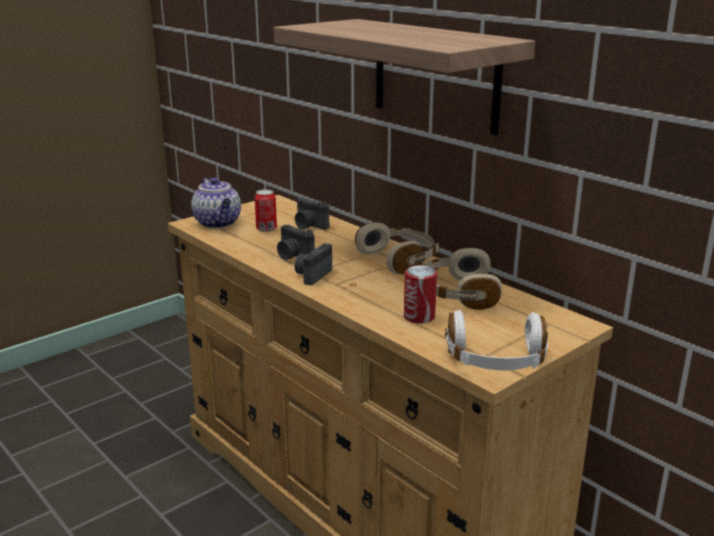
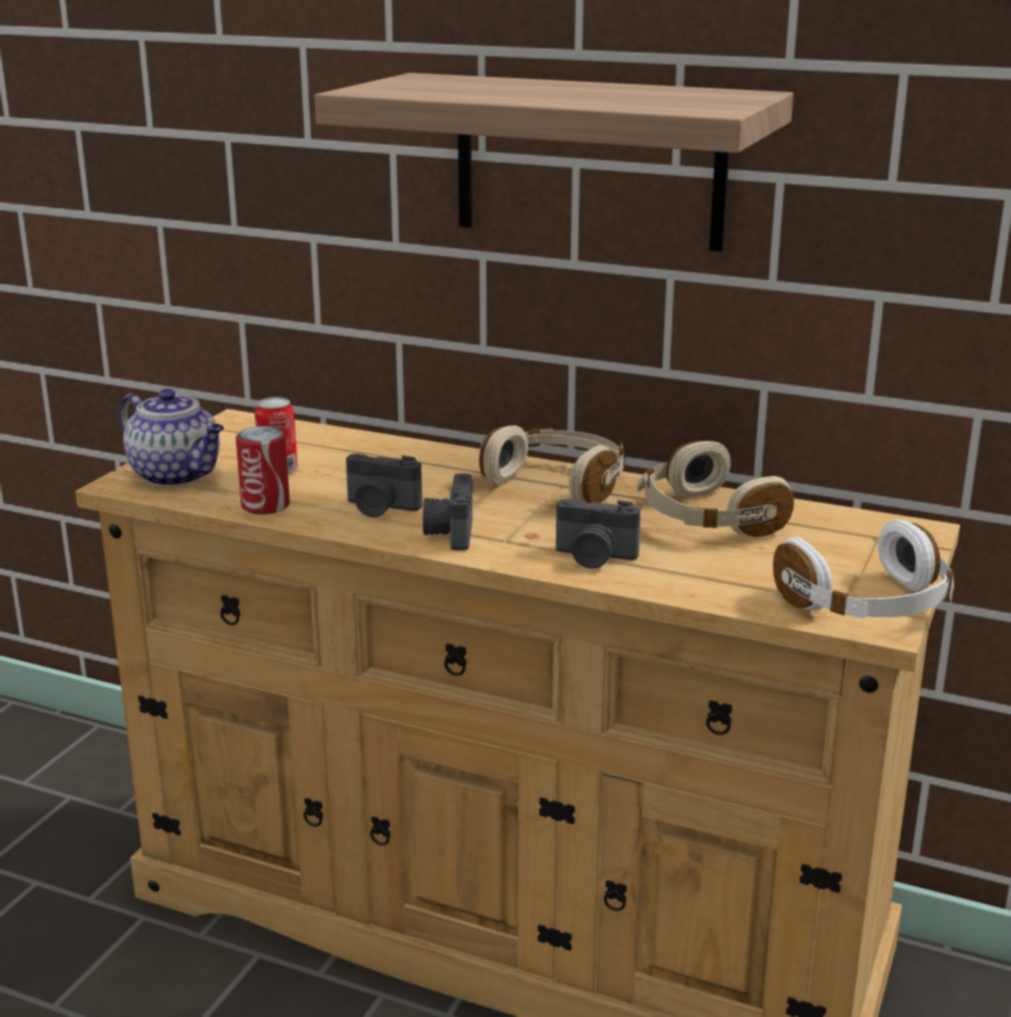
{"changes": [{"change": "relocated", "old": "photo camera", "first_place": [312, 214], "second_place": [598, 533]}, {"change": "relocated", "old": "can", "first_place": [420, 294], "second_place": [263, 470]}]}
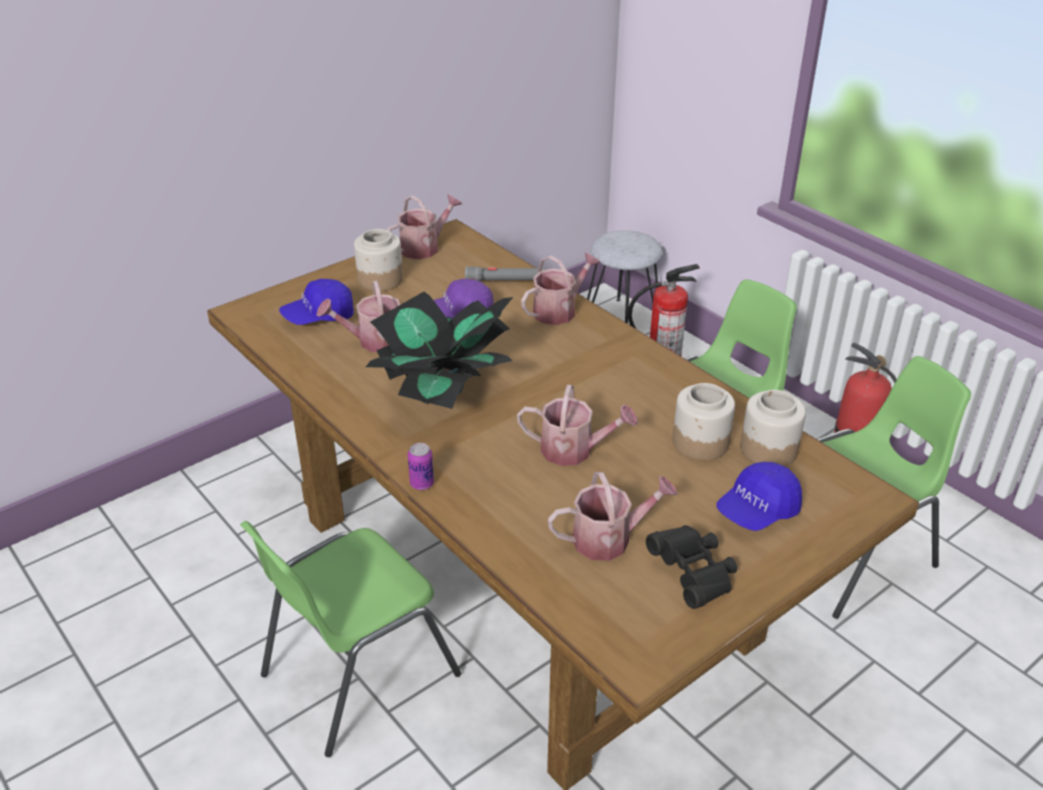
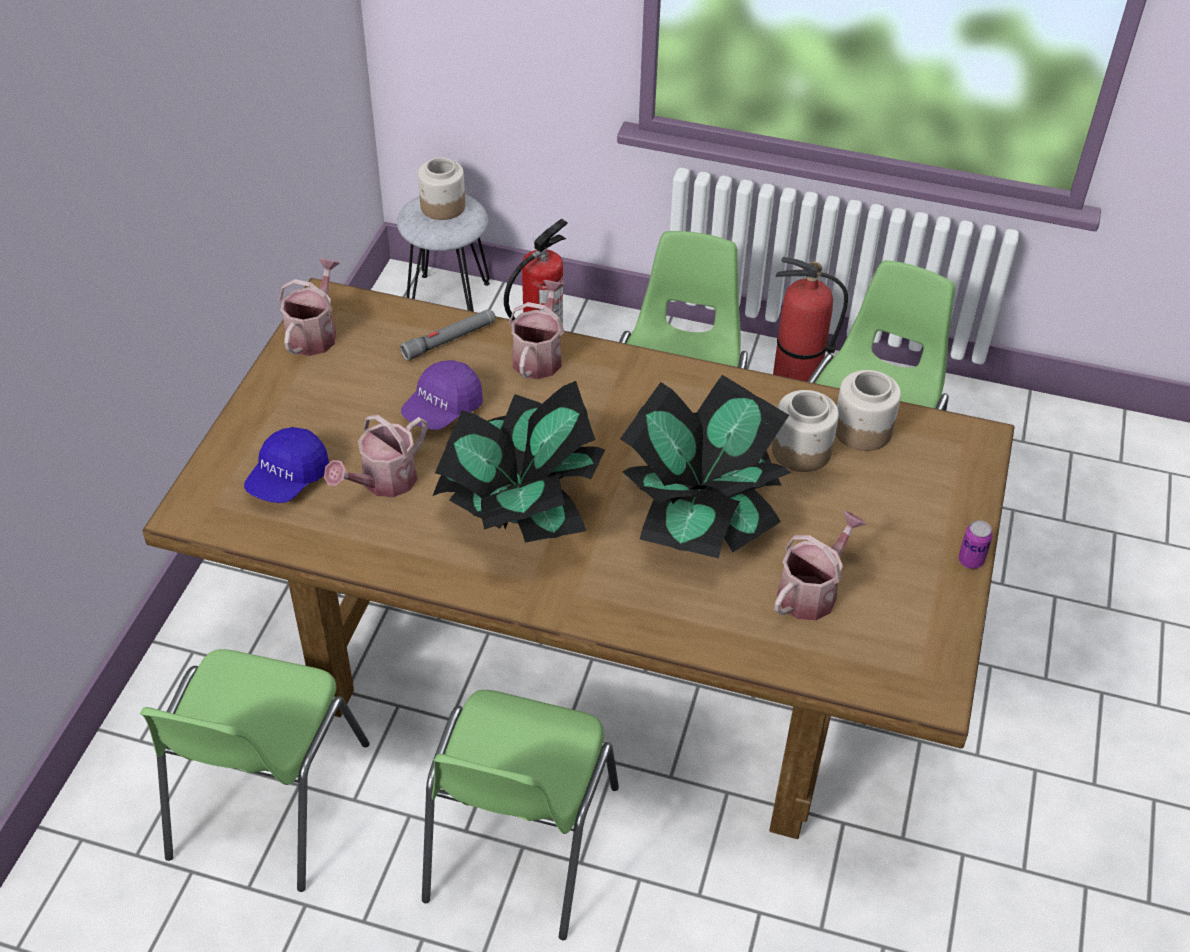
{"changes": [{"change": "missing", "old": "black binoculars", "first_place": [691, 567]}, {"change": "missing", "old": "blue cap", "first_place": [759, 496]}, {"change": "appeared", "new": "green chair", "second_place": [255, 770]}, {"change": "relocated", "old": "jar", "first_place": [378, 260], "second_place": [441, 188]}, {"change": "relocated", "old": "can", "first_place": [421, 466], "second_place": [975, 544]}, {"change": "exchanged", "old": "watering can", "new": "potted plant", "first_place": [577, 425], "second_place": [705, 466]}]}
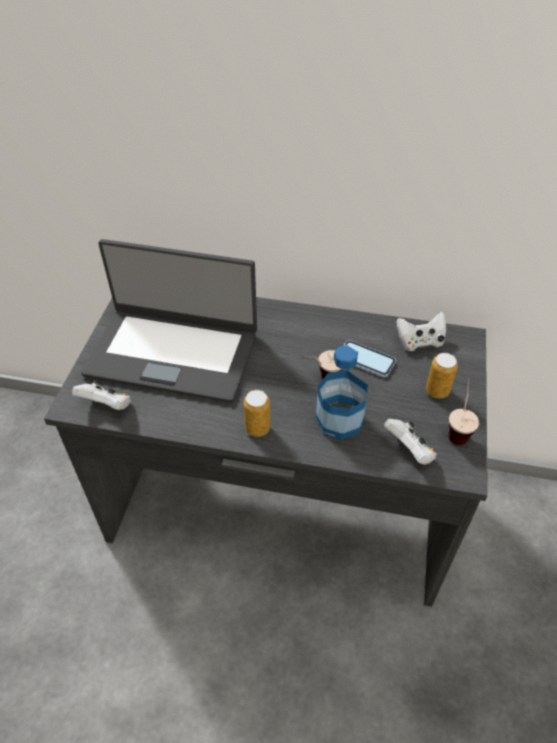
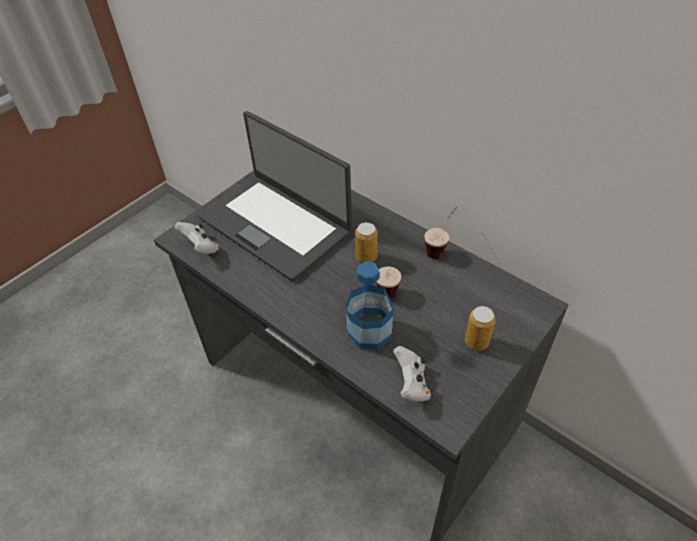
{"changes": [{"change": "missing", "old": "phone", "first_place": [369, 358]}, {"change": "missing", "old": "white game controller", "first_place": [421, 331]}, {"change": "relocated", "old": "can", "first_place": [256, 413], "second_place": [366, 242]}, {"change": "relocated", "old": "cup", "first_place": [463, 411], "second_place": [440, 232]}]}
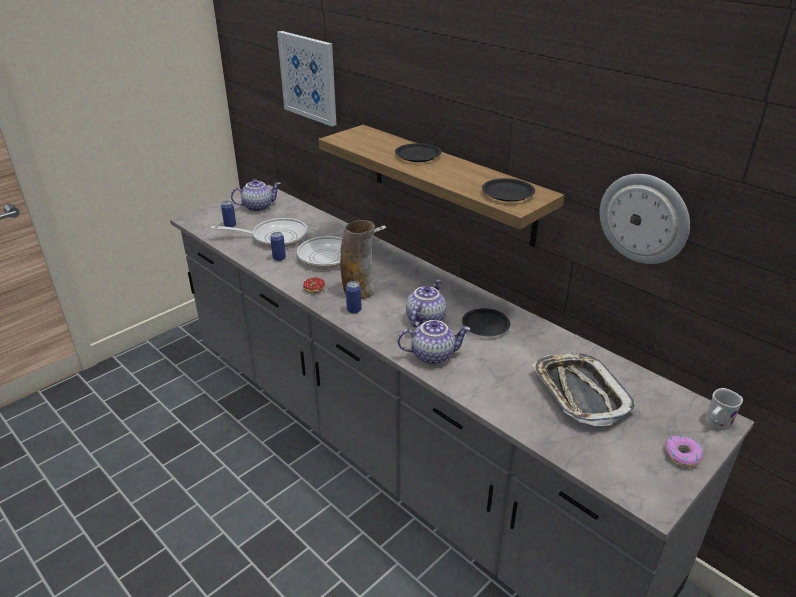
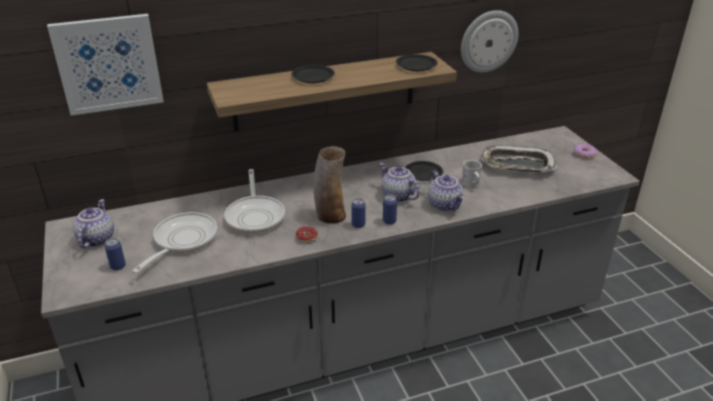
{"changes": [{"change": "relocated", "old": "can", "first_place": [278, 246], "second_place": [390, 209]}, {"change": "relocated", "old": "white mug", "first_place": [724, 409], "second_place": [472, 174]}, {"change": "spun", "old": "teapot", "first_place": [433, 342], "second_place": [446, 190], "degrees": 135}]}
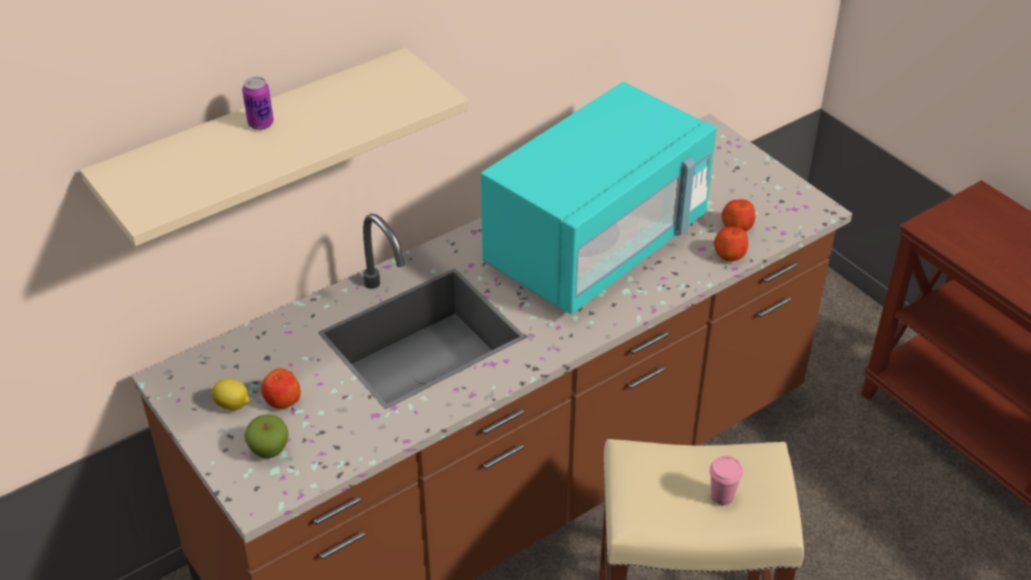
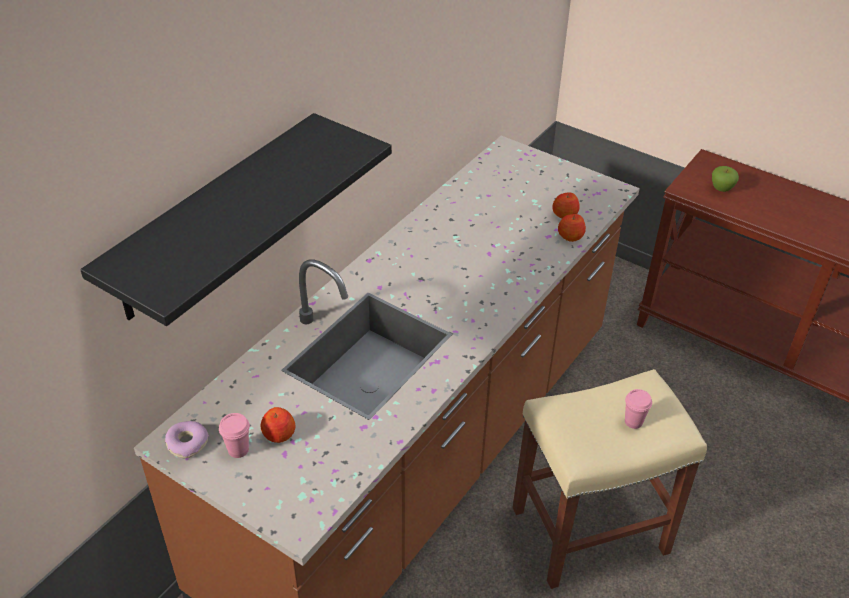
{"changes": [{"change": "missing", "old": "can", "first_place": [258, 103]}, {"change": "missing", "old": "turquoise microwave", "first_place": [599, 198]}, {"change": "appeared", "new": "donut", "second_place": [187, 439]}, {"change": "relocated", "old": "apple", "first_place": [266, 436], "second_place": [725, 179]}, {"change": "exchanged", "old": "lemon", "new": "pink cup", "first_place": [231, 394], "second_place": [234, 435]}, {"change": "colour", "old": "beige shelf", "new": "black shelf", "first_place": [274, 147], "second_place": [236, 219]}]}
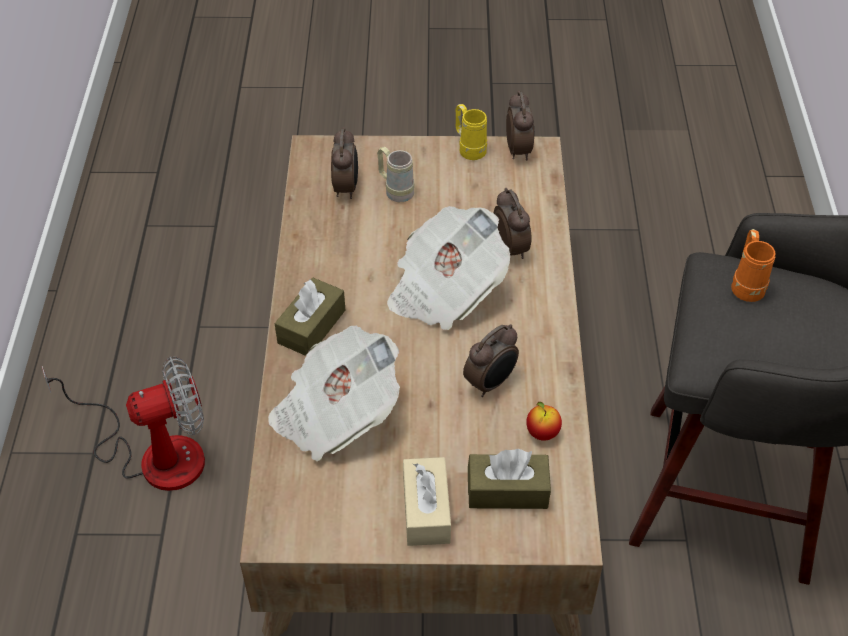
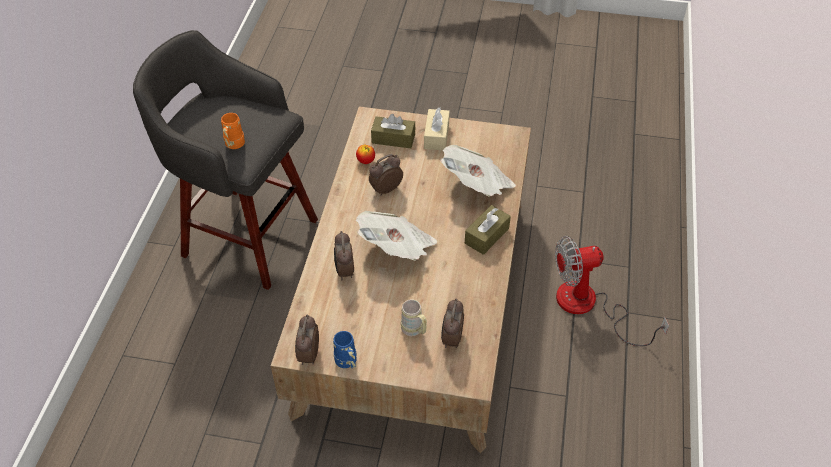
{"changes": [{"change": "colour", "old": "yellow mug", "new": "blue mug", "first_place": [471, 132], "second_place": [345, 349]}]}
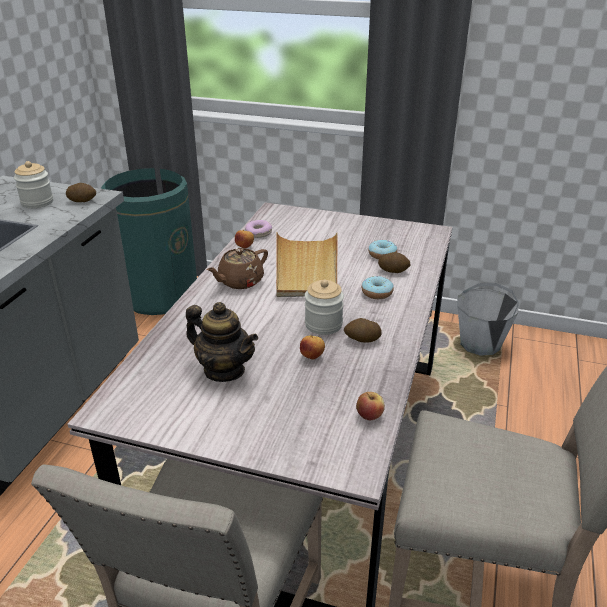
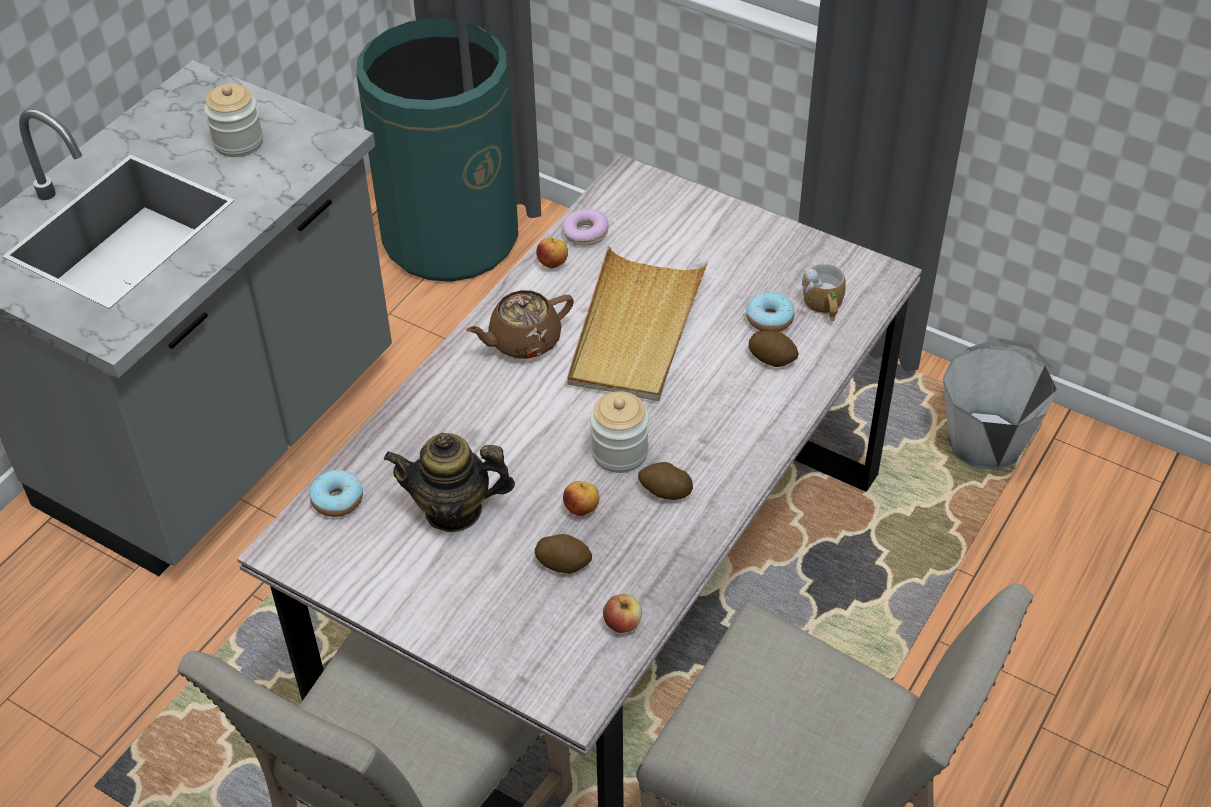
{"changes": [{"change": "appeared", "new": "mug", "second_place": [824, 292]}, {"change": "relocated", "old": "potato", "first_place": [81, 192], "second_place": [563, 554]}, {"change": "relocated", "old": "donut", "first_place": [378, 287], "second_place": [336, 493]}, {"change": "spun", "old": "teapot", "first_place": [222, 342], "second_place": [449, 482], "degrees": 135}]}
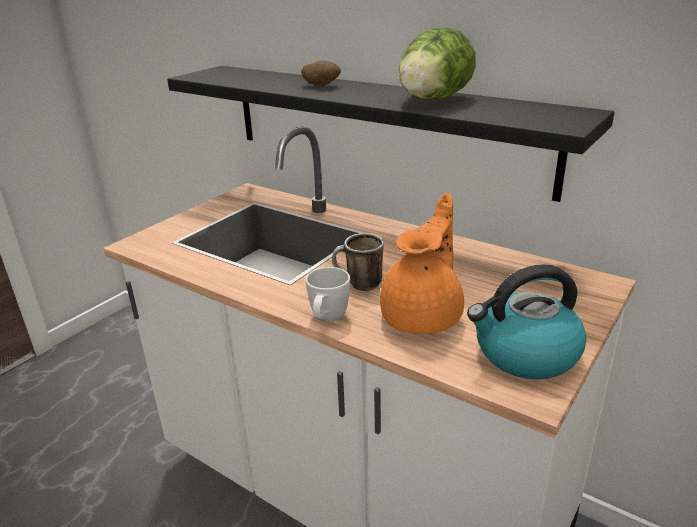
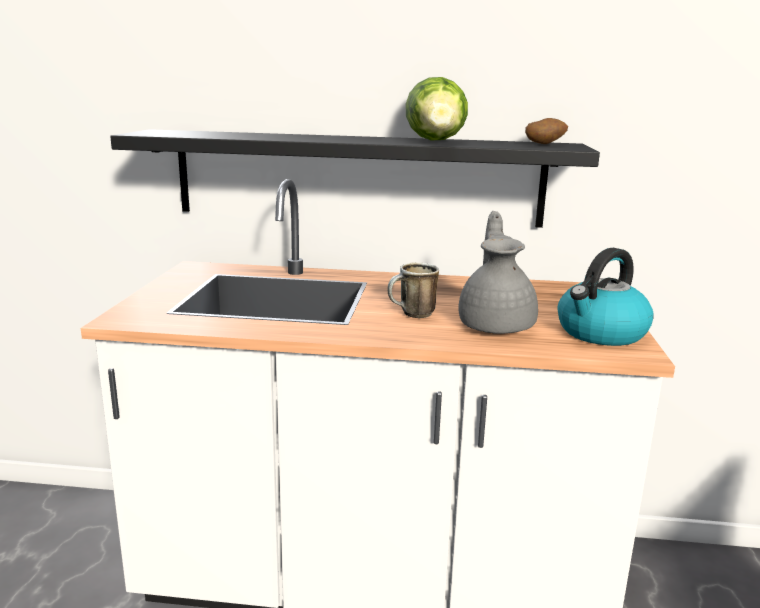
{"changes": [{"change": "missing", "old": "white mug", "first_place": [327, 294]}, {"change": "relocated", "old": "potato", "first_place": [321, 73], "second_place": [546, 131]}, {"change": "colour", "old": "orange teapot", "new": "grey teapot", "first_place": [422, 263], "second_place": [498, 272]}]}
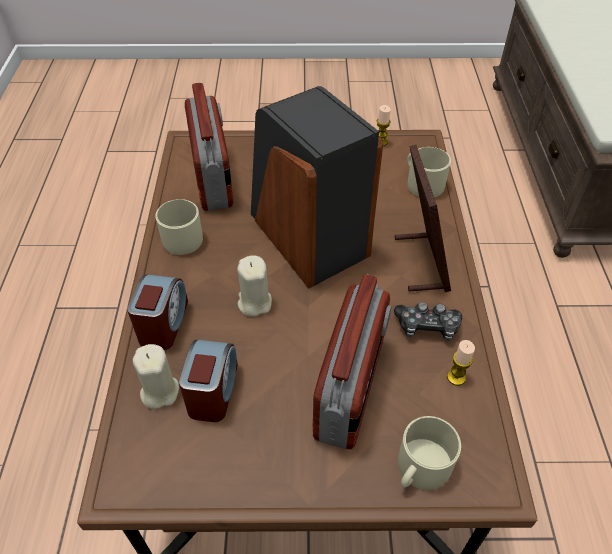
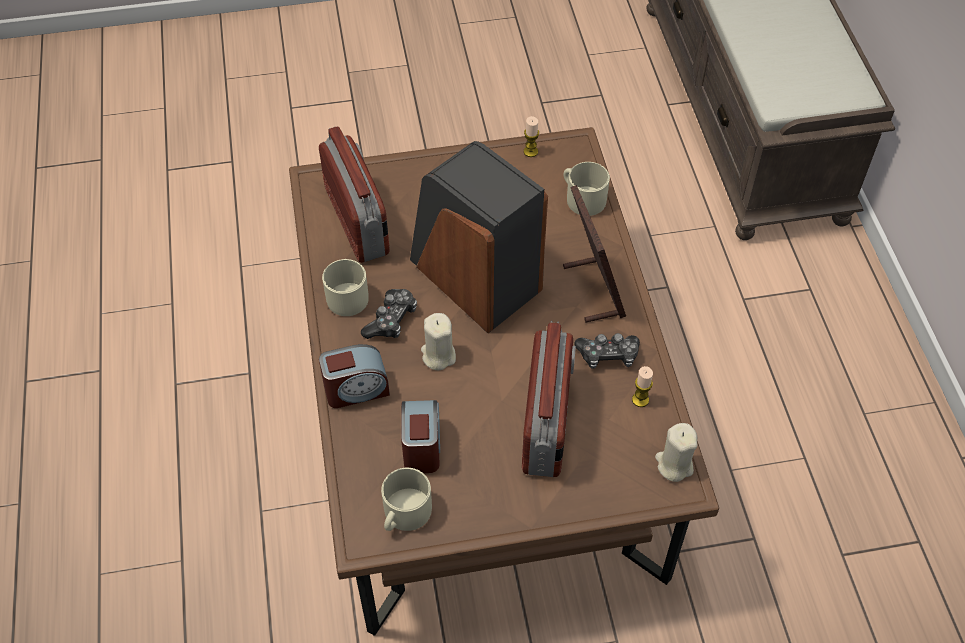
{"changes": [{"change": "appeared", "new": "game controller", "second_place": [389, 314]}, {"change": "relocated", "old": "beige candle", "first_place": [156, 376], "second_place": [676, 452]}, {"change": "relocated", "old": "beige mug", "first_place": [429, 453], "second_place": [406, 499]}, {"change": "spun", "old": "alarm clock", "first_place": [157, 312], "second_place": [354, 376], "degrees": 75}]}
